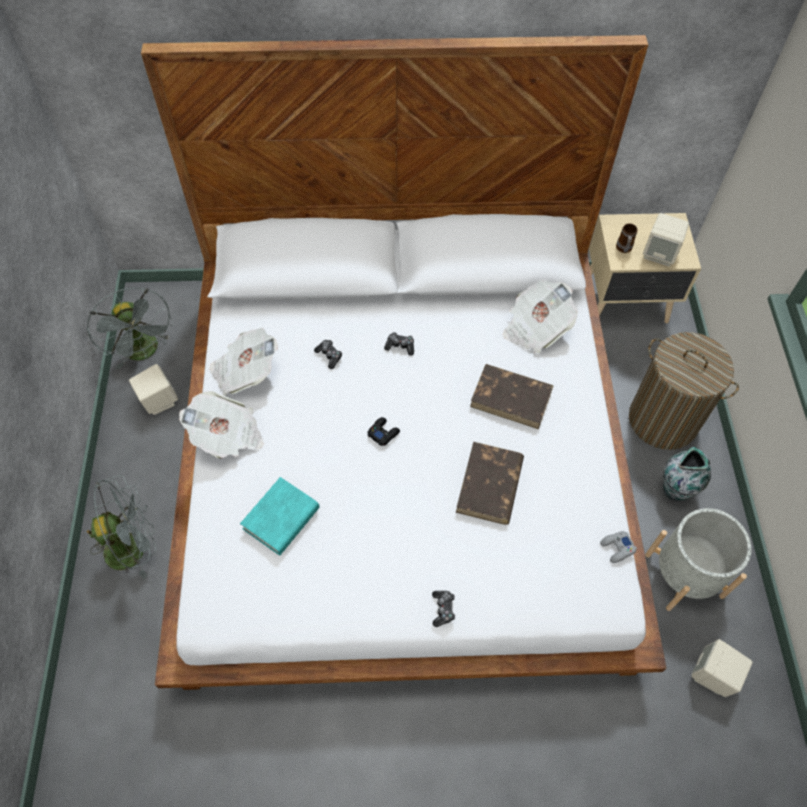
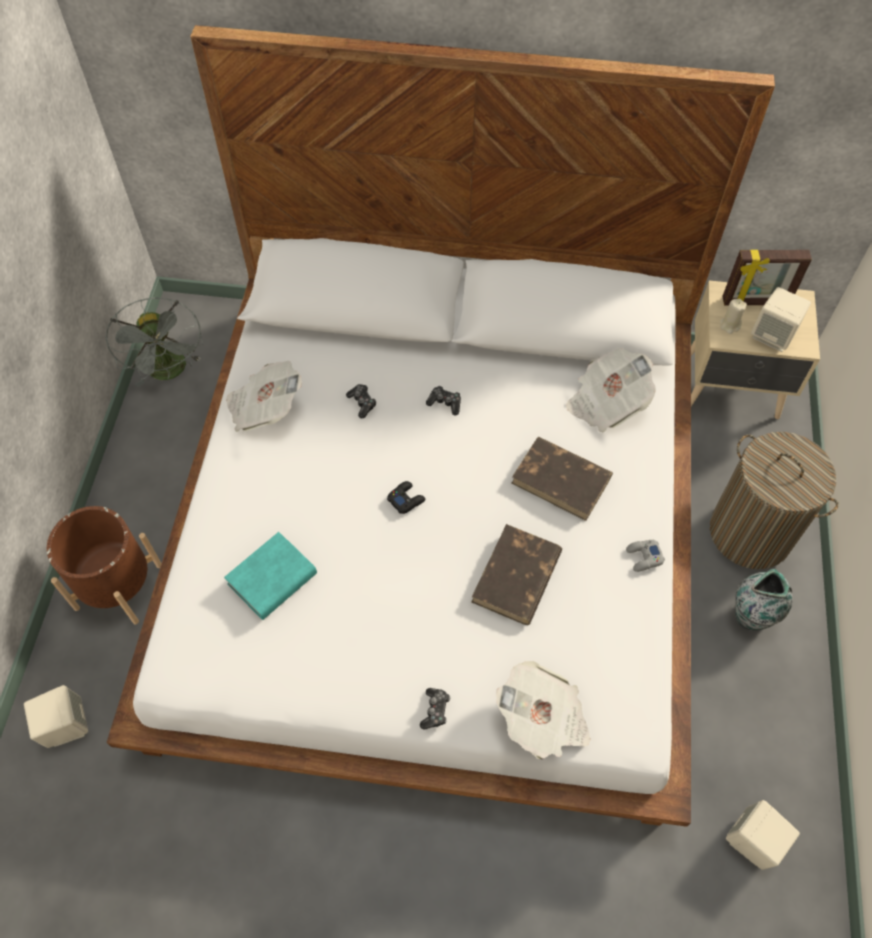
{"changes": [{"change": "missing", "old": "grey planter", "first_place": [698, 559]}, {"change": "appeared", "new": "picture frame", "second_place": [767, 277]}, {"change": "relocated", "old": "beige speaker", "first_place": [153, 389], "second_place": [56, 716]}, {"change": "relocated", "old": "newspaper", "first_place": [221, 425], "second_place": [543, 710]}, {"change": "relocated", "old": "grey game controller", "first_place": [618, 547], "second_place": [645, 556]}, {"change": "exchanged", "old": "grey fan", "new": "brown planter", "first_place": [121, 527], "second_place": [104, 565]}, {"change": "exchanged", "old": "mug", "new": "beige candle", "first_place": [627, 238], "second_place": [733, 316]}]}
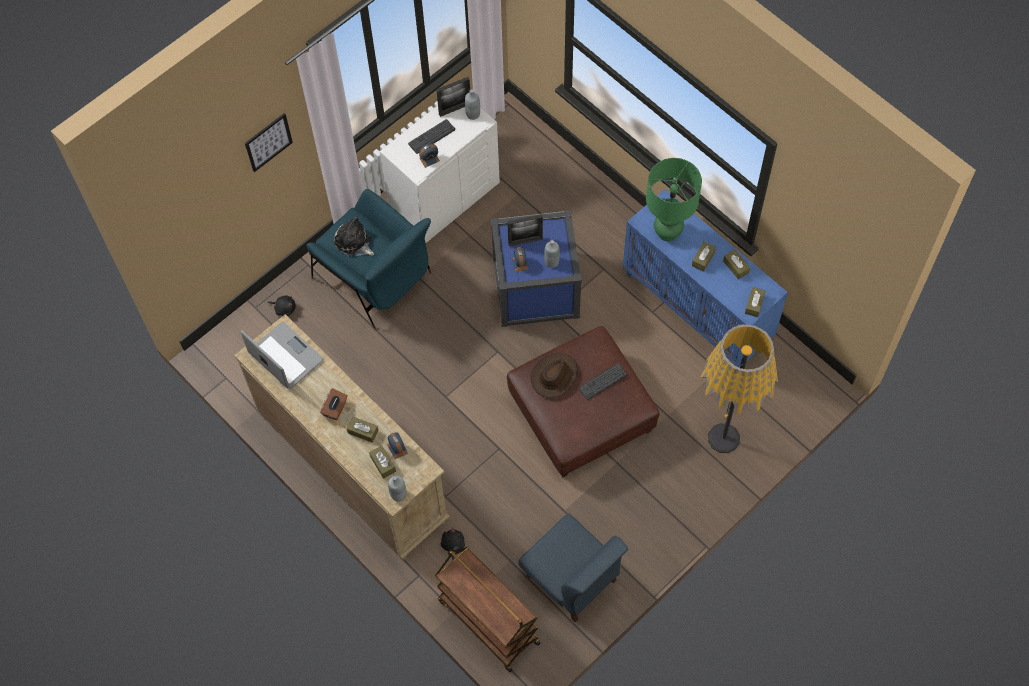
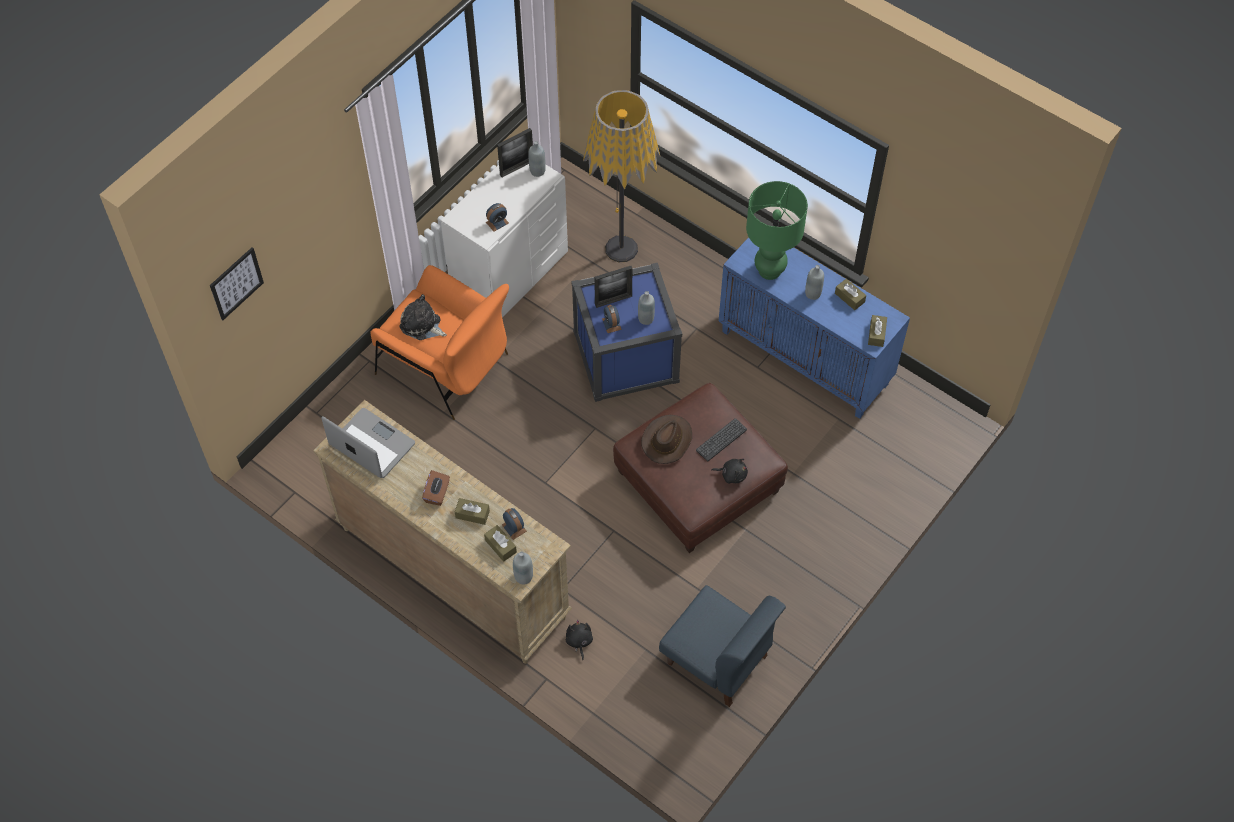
{"changes": [{"change": "missing", "old": "keyboard", "first_place": [431, 136]}, {"change": "missing", "old": "brown cart", "first_place": [487, 609]}, {"change": "relocated", "old": "picture", "first_place": [269, 142], "second_place": [237, 283]}, {"change": "relocated", "old": "black plush toy", "first_place": [282, 305], "second_place": [729, 471]}, {"change": "relocated", "old": "floor lamp", "first_place": [739, 389], "second_place": [622, 176]}, {"change": "exchanged", "old": "brown tissue box", "new": "grey bottle", "first_place": [704, 257], "second_place": [814, 282]}, {"change": "colour", "old": "blue armchair", "new": "orange armchair", "first_place": [369, 259], "second_place": [439, 342]}]}
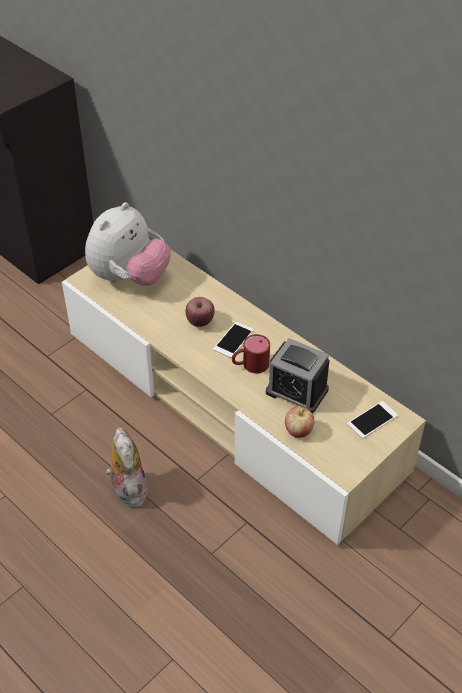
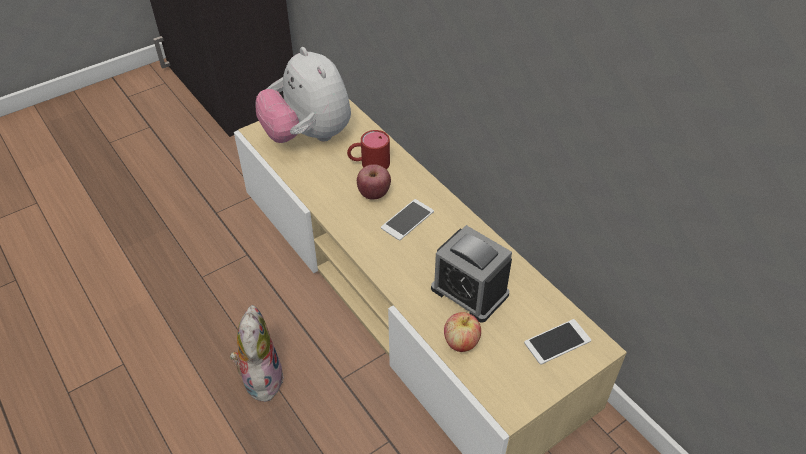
{"changes": [{"change": "relocated", "old": "red mug", "first_place": [251, 353], "second_place": [368, 149]}, {"change": "spun", "old": "plush toy", "first_place": [128, 244], "second_place": [303, 95], "degrees": 105}]}
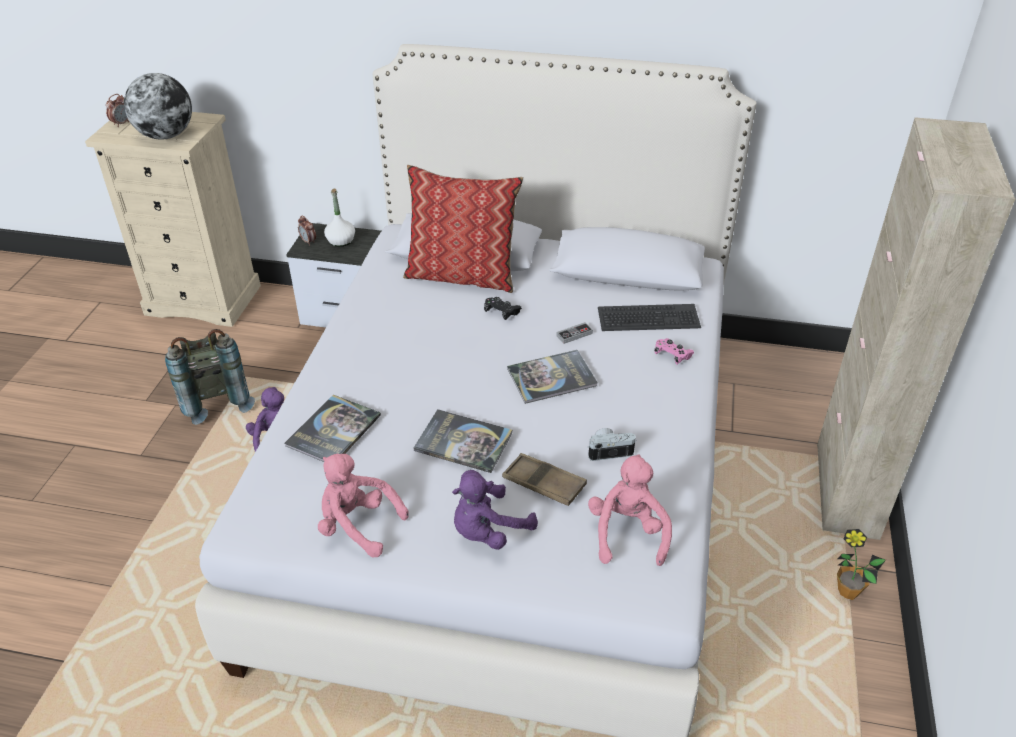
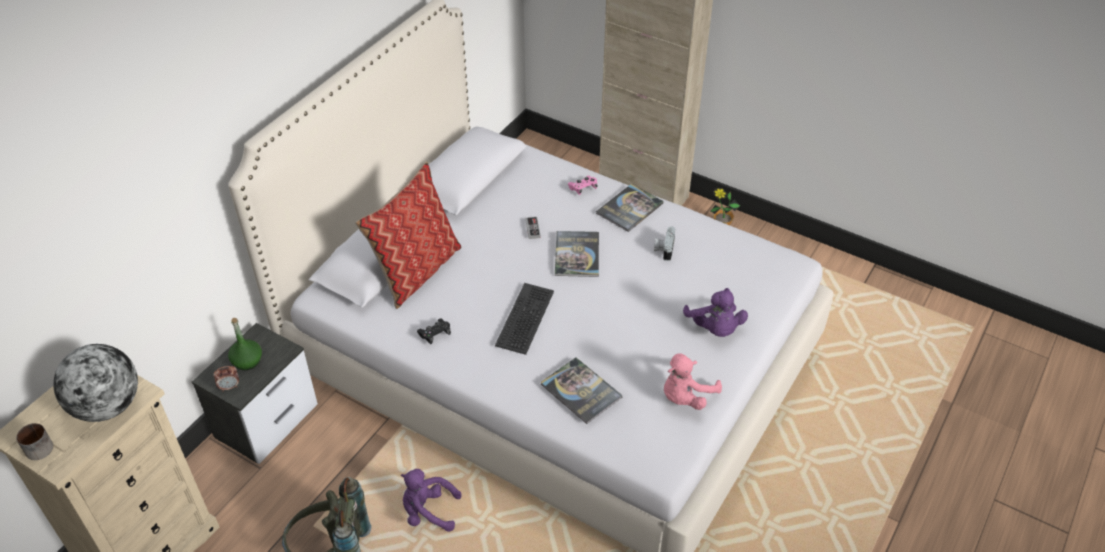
{"changes": [{"change": "missing", "old": "brown tray", "first_place": [544, 479]}, {"change": "missing", "old": "pink plush toy", "first_place": [630, 510]}, {"change": "relocated", "old": "book", "first_place": [463, 441], "second_place": [630, 208]}, {"change": "relocated", "old": "black game controller", "first_place": [503, 308], "second_place": [434, 331]}, {"change": "relocated", "old": "keyboard", "first_place": [649, 317], "second_place": [524, 319]}, {"change": "exchanged", "old": "alarm clock", "new": "mug", "first_place": [117, 110], "second_place": [34, 441]}, {"change": "colour", "old": "white bottle", "new": "green bottle", "first_place": [339, 218], "second_place": [245, 344]}]}
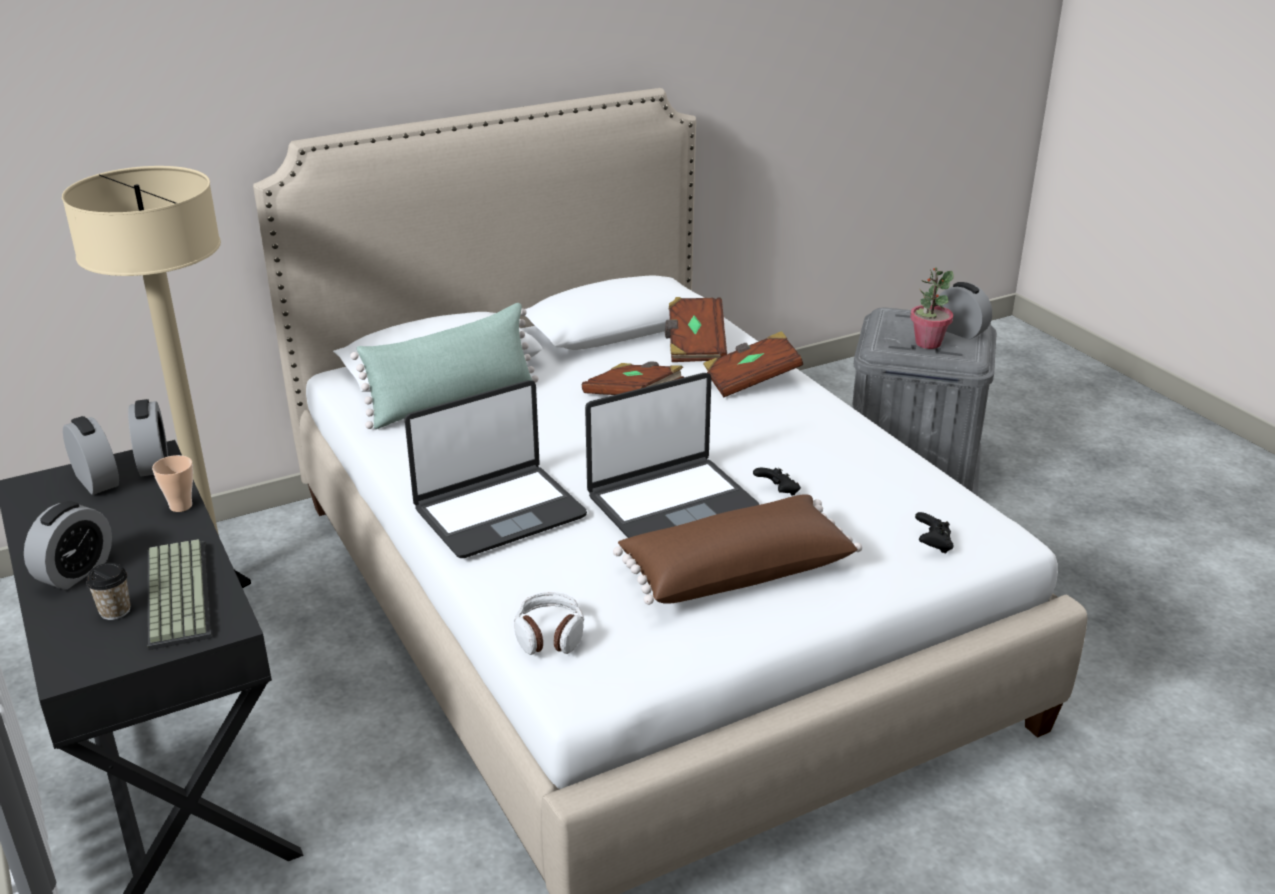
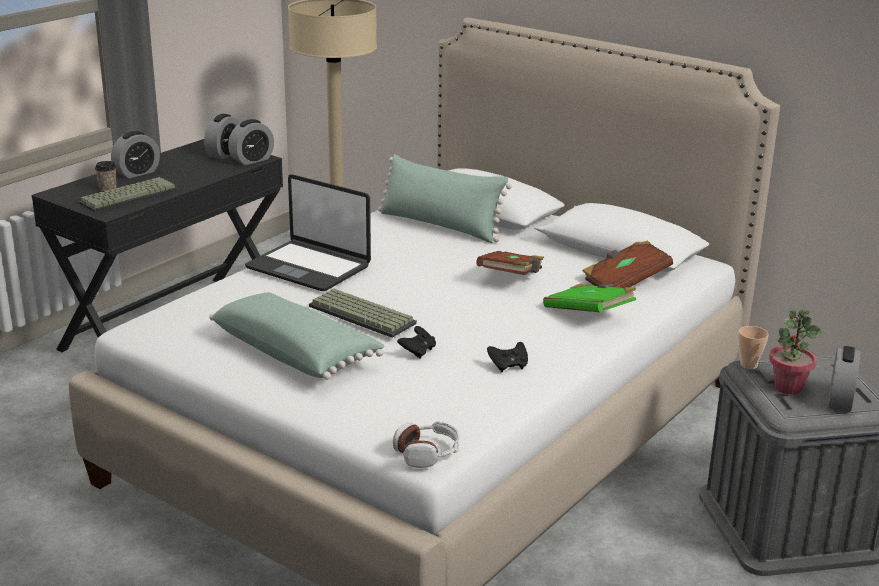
{"changes": [{"change": "relocated", "old": "cup", "first_place": [172, 483], "second_place": [753, 347]}, {"change": "relocated", "old": "headphones", "first_place": [549, 623], "second_place": [426, 445]}, {"change": "relocated", "old": "black game controller", "first_place": [934, 533], "second_place": [507, 357]}, {"change": "exchanged", "old": "laptop", "new": "keyboard", "first_place": [672, 455], "second_place": [363, 313]}, {"change": "colour", "old": "brown pillow", "new": "green pillow", "first_place": [737, 549], "second_place": [297, 336]}, {"change": "colour", "old": "brown book", "new": "green book", "first_place": [753, 364], "second_place": [589, 297]}, {"change": "spun", "old": "alarm clock", "first_place": [68, 545], "second_place": [135, 154], "degrees": -45}]}
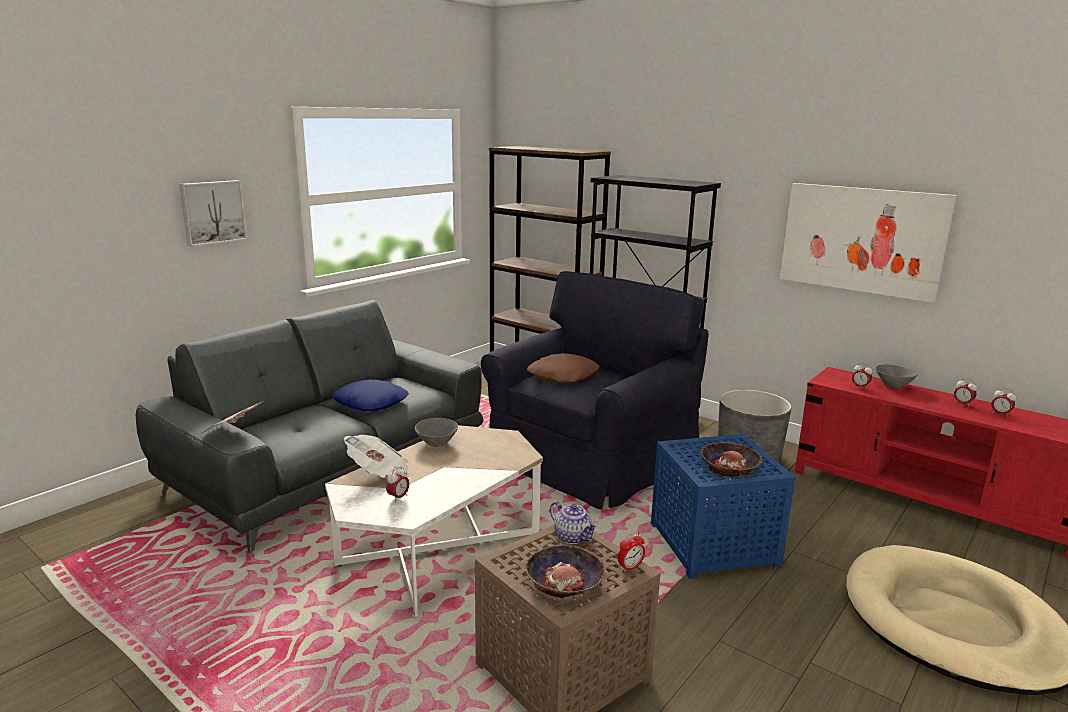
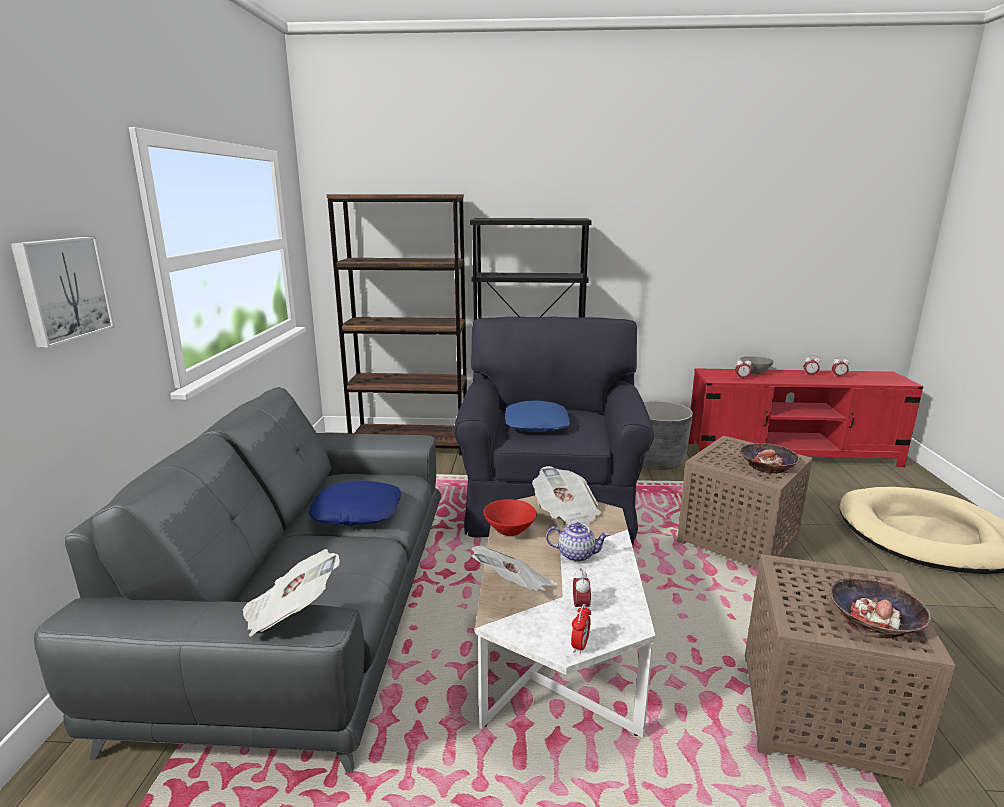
{"changes": [{"change": "missing", "old": "picture", "first_place": [868, 243]}, {"change": "appeared", "new": "newspaper", "second_place": [566, 496]}, {"change": "relocated", "old": "teapot", "first_place": [574, 522], "second_place": [577, 542]}, {"change": "relocated", "old": "alarm clock", "first_place": [631, 552], "second_place": [581, 629]}, {"change": "colour", "old": "grey bowl", "new": "red bowl", "first_place": [436, 432], "second_place": [510, 517]}, {"change": "colour", "old": "brown pillow", "new": "blue pillow", "first_place": [563, 368], "second_place": [537, 416]}, {"change": "colour", "old": "blue side table", "new": "brown side table", "first_place": [723, 506], "second_place": [745, 502]}]}
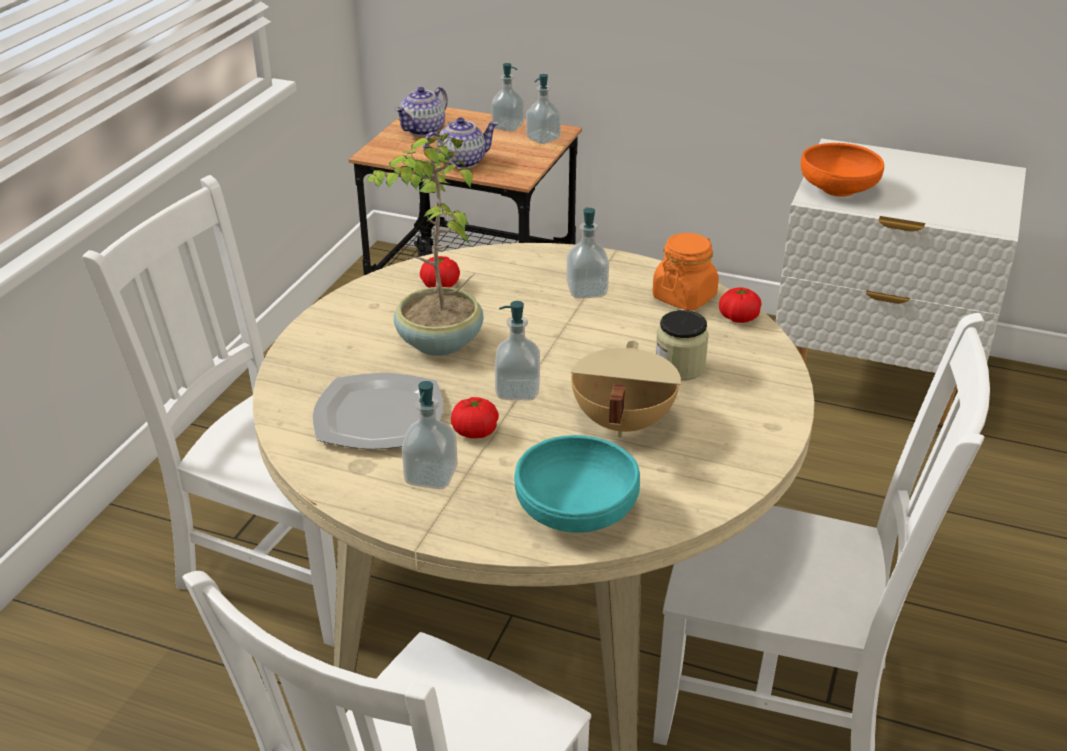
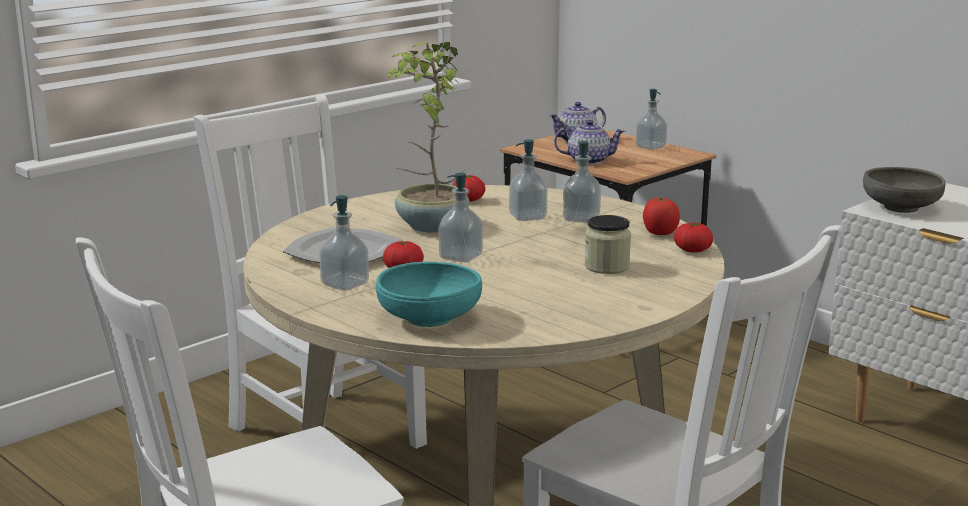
{"changes": [{"change": "missing", "old": "beige cooking pot", "first_place": [626, 389]}, {"change": "relocated", "old": "soap dispenser", "first_place": [543, 109], "second_place": [528, 180]}, {"change": "exchanged", "old": "orange jar", "new": "tomato", "first_place": [685, 271], "second_place": [661, 216]}, {"change": "colour", "old": "orange bowl", "new": "grey bowl", "first_place": [842, 170], "second_place": [904, 190]}]}
